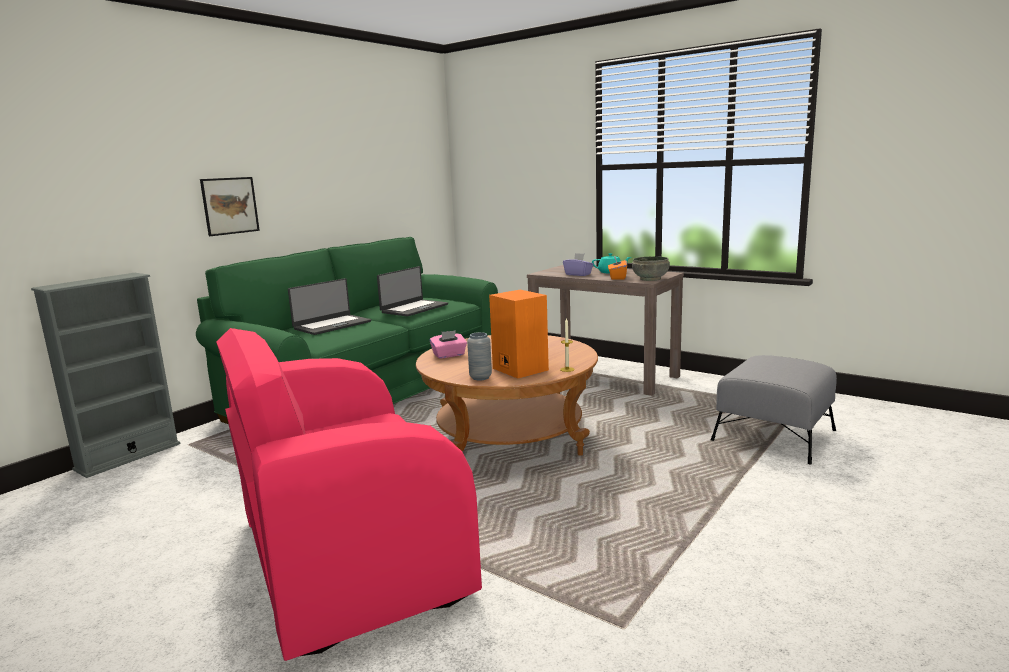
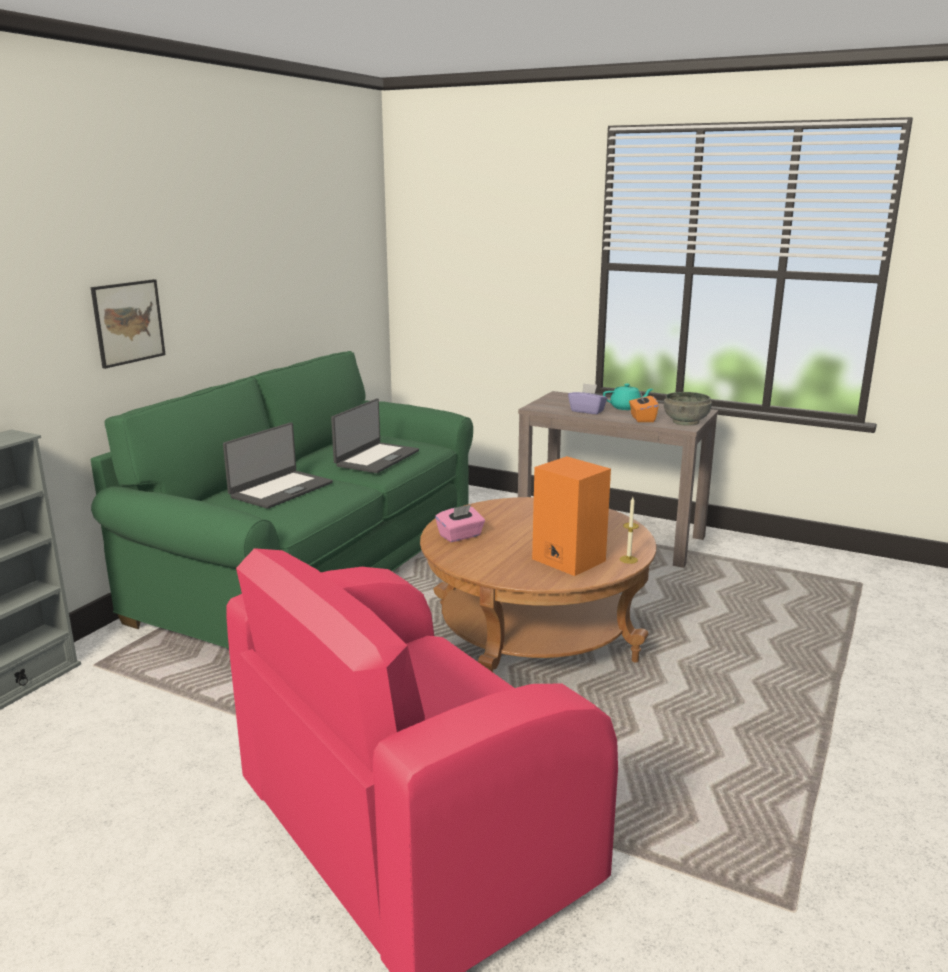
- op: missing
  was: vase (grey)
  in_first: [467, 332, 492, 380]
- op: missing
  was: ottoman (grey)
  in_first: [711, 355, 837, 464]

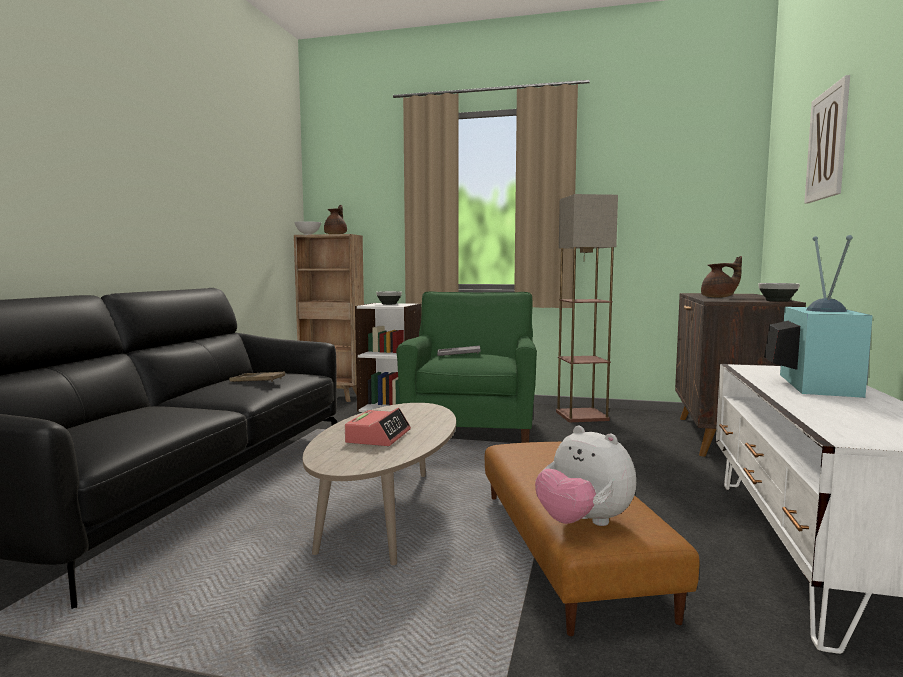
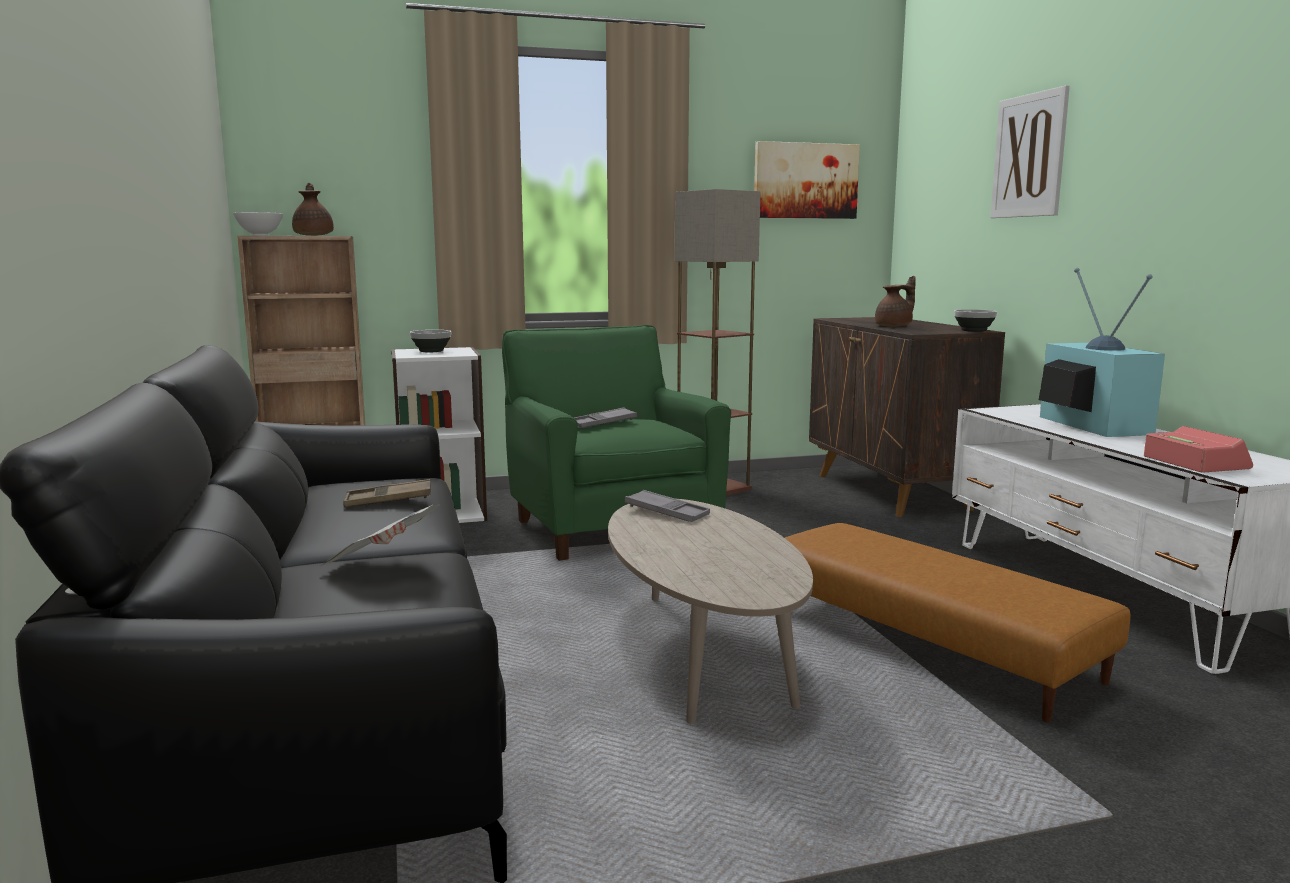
- op: missing
  was: plush toy
  in_first: [535, 425, 636, 526]
- op: appeared
  now: newspaper
  in_second: [320, 504, 440, 566]
- op: appeared
  now: tray (grey)
  in_second: [625, 490, 710, 522]
- op: appeared
  now: picture
  in_second: [754, 141, 860, 219]
- op: relocated
  was: alarm clock
  in_first: [345, 408, 411, 446]
  in_second: [1144, 426, 1253, 473]

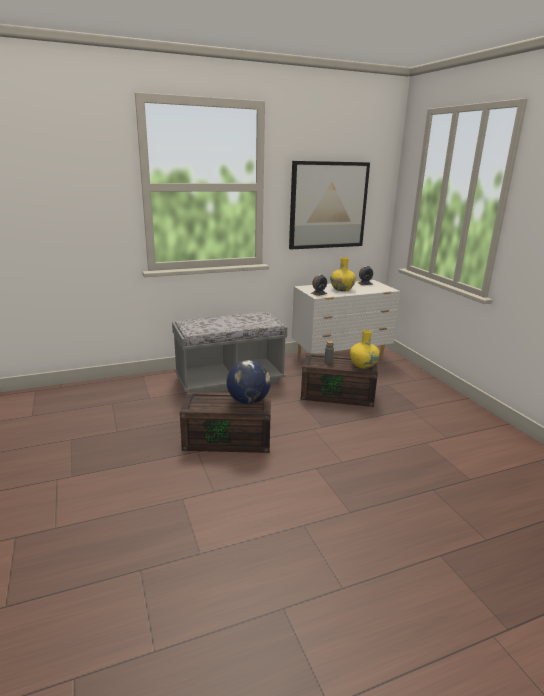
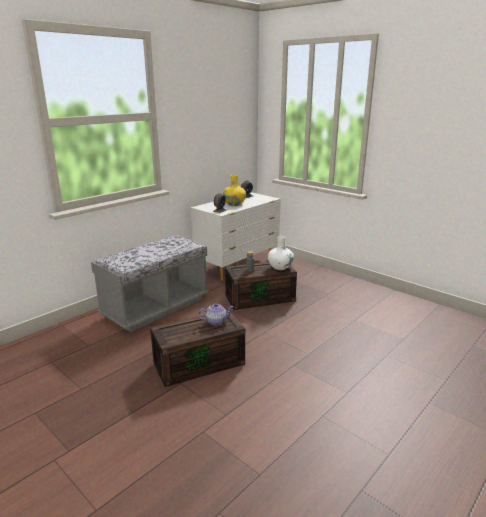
- op: missing
  was: picture
  in_first: [289, 161, 370, 249]
- op: exchanged
  was: globe
  now: teapot
  in_first: [227, 360, 271, 404]
  in_second: [198, 303, 233, 326]
- op: colour
  was: vase (yellow)
  now: vase (white)
  in_first: [350, 330, 380, 369]
  in_second: [268, 236, 294, 270]

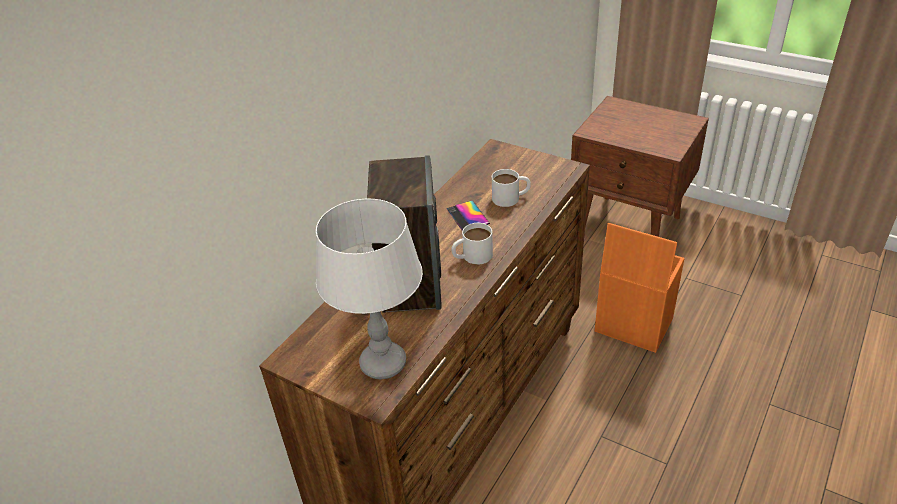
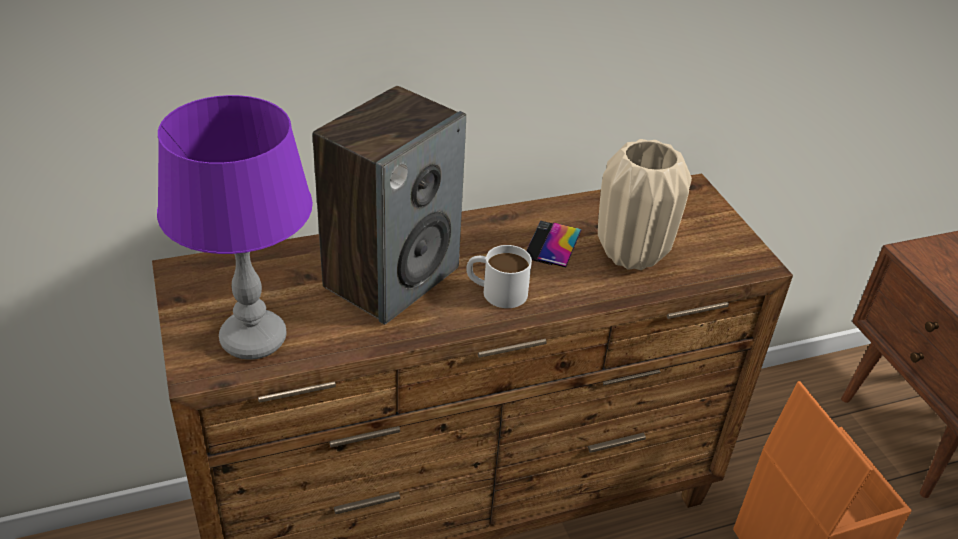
- op: exchanged
  was: mug (white)
  now: vase (beige)
  in_first: [492, 169, 531, 207]
  in_second: [598, 139, 692, 270]
- op: colour
  was: table lamp (grey)
  now: table lamp (purple)
  in_first: [316, 199, 423, 379]
  in_second: [157, 95, 313, 360]

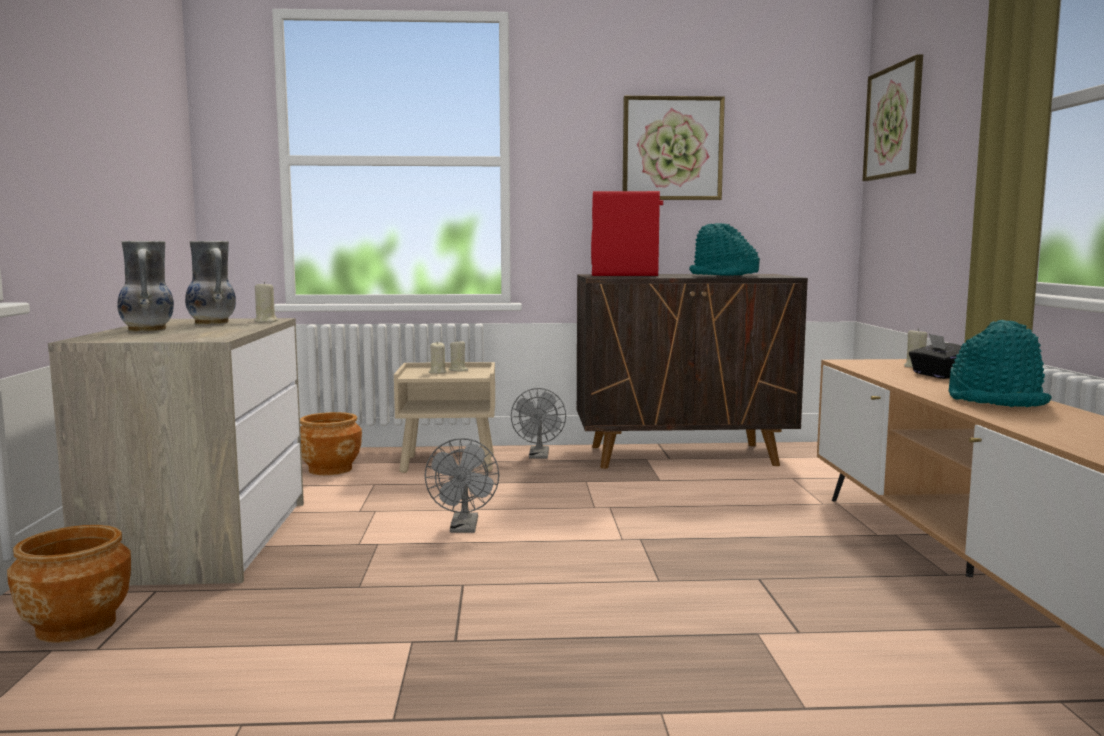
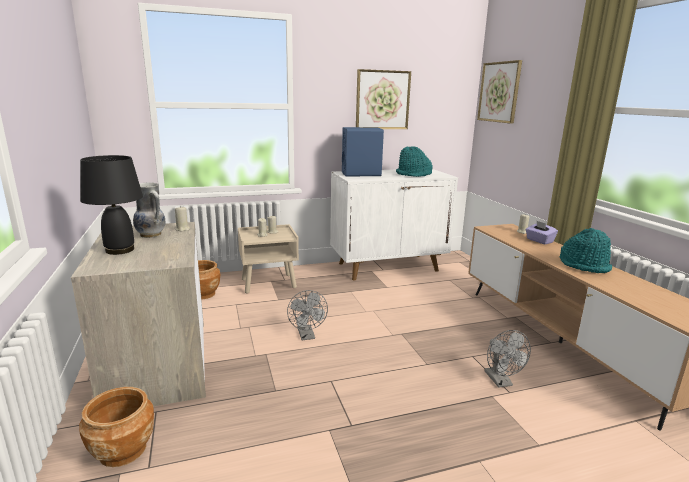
- op: relocated
  was: fan (grey)
  in_first: [511, 388, 566, 459]
  in_second: [485, 330, 531, 388]
- op: exchanged
  was: vase
  now: table lamp (black)
  in_first: [117, 241, 174, 332]
  in_second: [80, 155, 143, 255]
- op: colour
  was: cabinet (brown)
  now: cabinet (white)
  in_first: [577, 274, 808, 469]
  in_second: [330, 169, 458, 281]
- op: colour
  was: speaker (red)
  now: speaker (blue)
  in_first: [591, 191, 663, 276]
  in_second: [342, 127, 384, 177]
- op: colour
  was: tissue box (black)
  now: tissue box (purple)
  in_first: [909, 334, 961, 379]
  in_second: [525, 220, 558, 244]

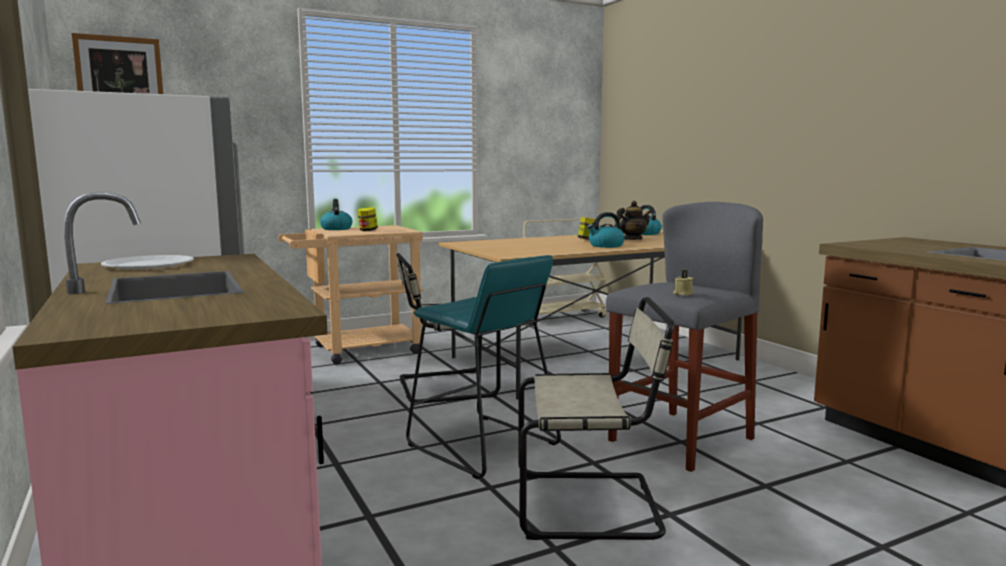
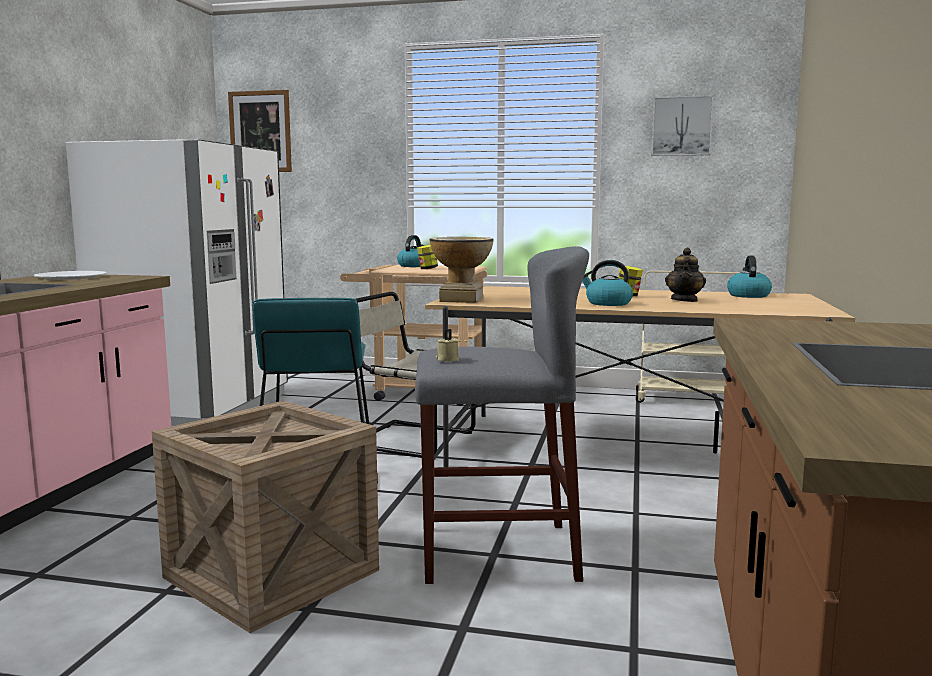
- op: appeared
  now: vase
  in_second: [430, 237, 493, 303]
- op: appeared
  now: picture
  in_second: [652, 95, 714, 156]
- op: exchanged
  was: chair (beige)
  now: crate
  in_first: [518, 297, 675, 540]
  in_second: [152, 401, 379, 633]
- op: spun
  was: teapot
  in_first: [617, 201, 651, 240]
  in_second: [665, 248, 706, 302]
  clockwise: 90

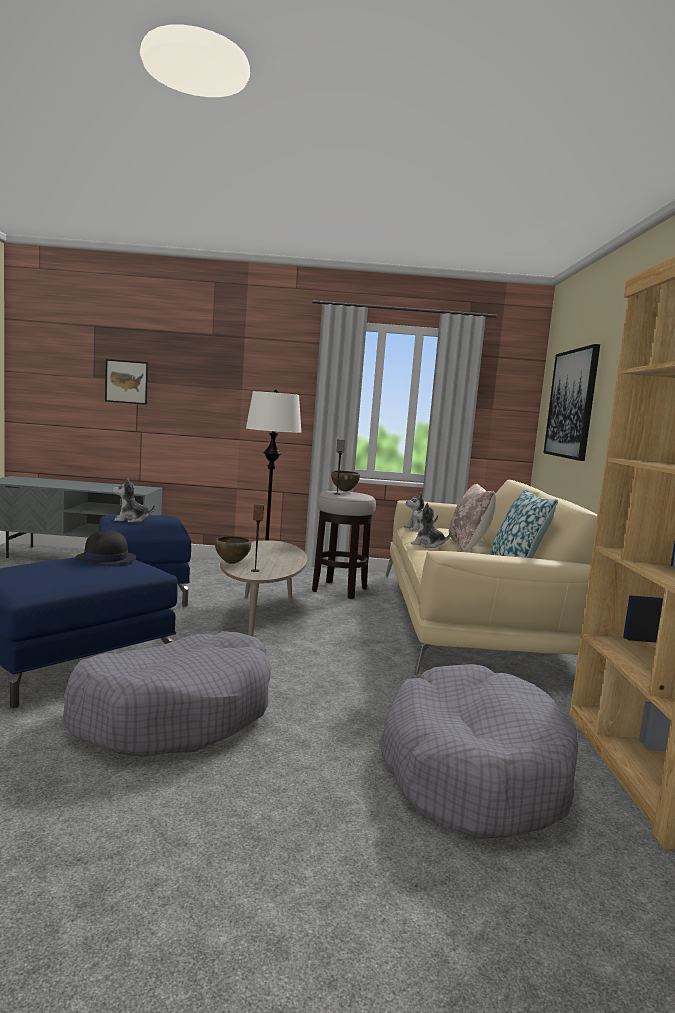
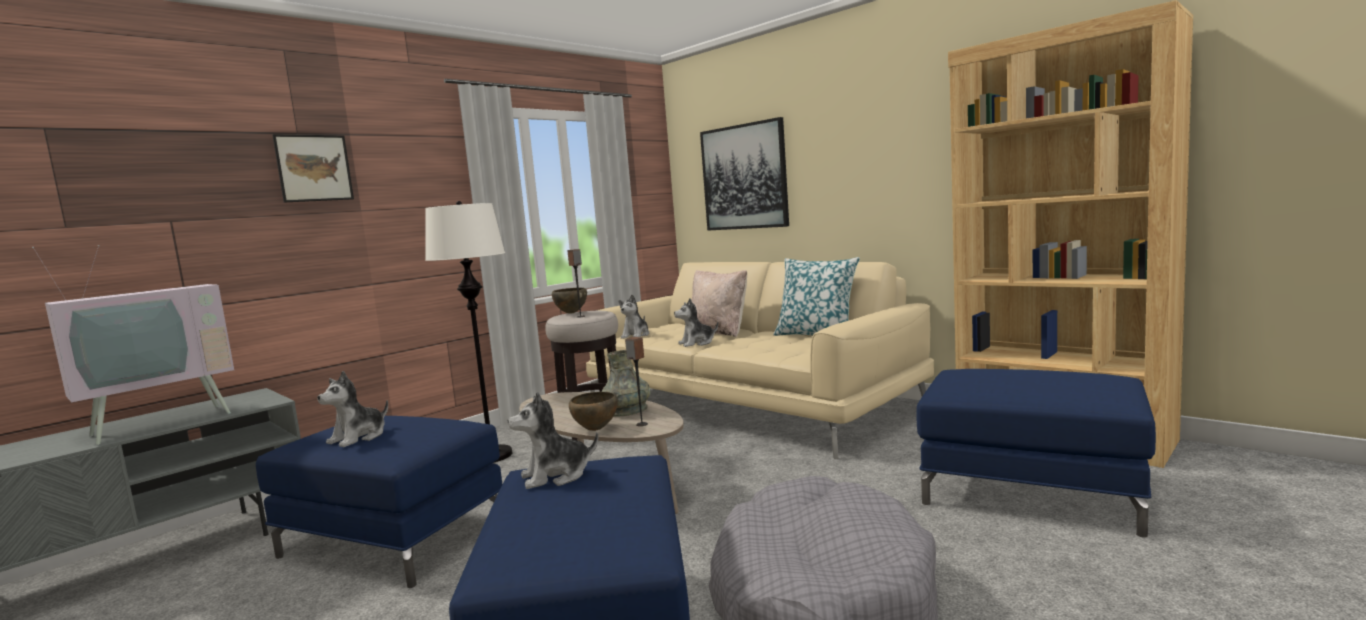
- op: appeared
  now: television
  in_second: [32, 245, 234, 445]
- op: appeared
  now: vase (grey)
  in_second: [602, 350, 650, 417]
- op: relocated
  was: picture
  in_first: [105, 359, 148, 405]
  in_second: [272, 134, 354, 203]
- op: exchanged
  was: hat (black)
  now: plush toy
  in_first: [75, 531, 136, 565]
  in_second: [507, 392, 598, 489]
- op: exchanged
  was: dog bed (grey)
  now: ottoman (blue)
  in_first: [379, 664, 578, 839]
  in_second: [916, 369, 1156, 538]

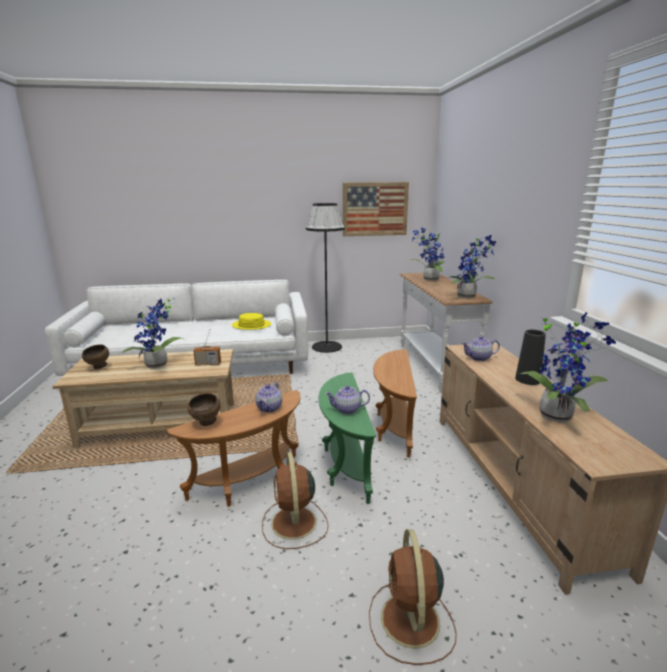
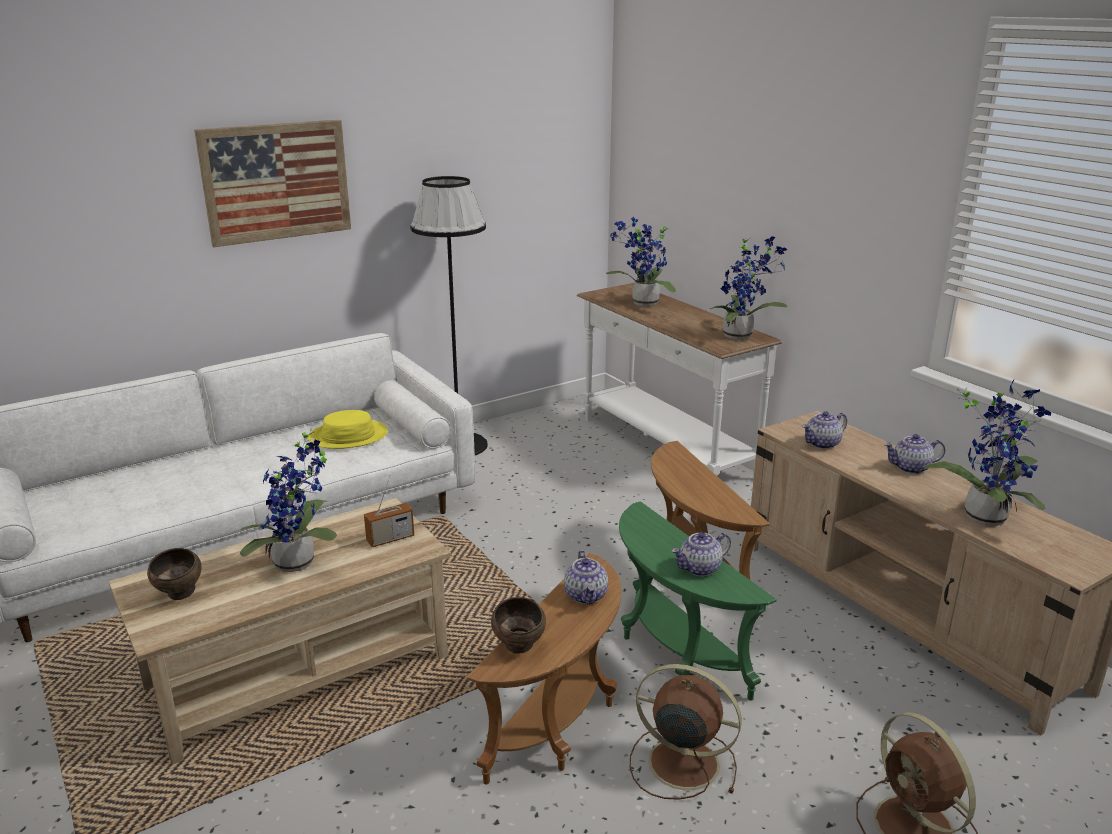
- op: relocated
  was: picture
  in_first: [343, 182, 409, 236]
  in_second: [194, 119, 351, 247]
- op: exchanged
  was: vase (black)
  now: teapot
  in_first: [515, 330, 546, 385]
  in_second: [884, 434, 946, 474]
- op: spun
  was: fan (brown)
  in_first: [262, 452, 329, 549]
  in_second: [630, 664, 742, 800]
  clockwise: 150

